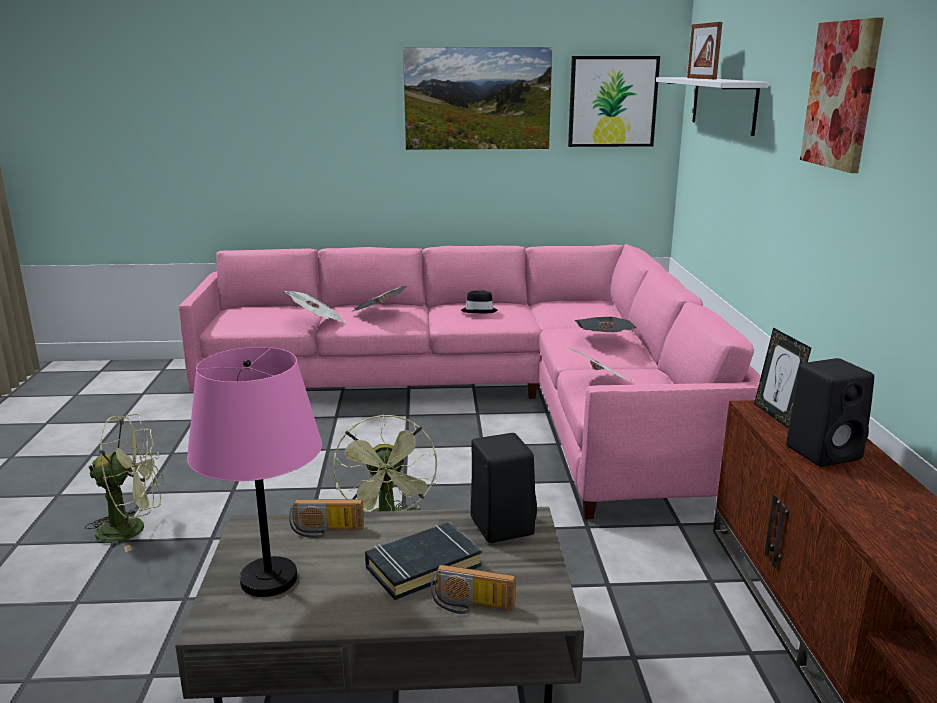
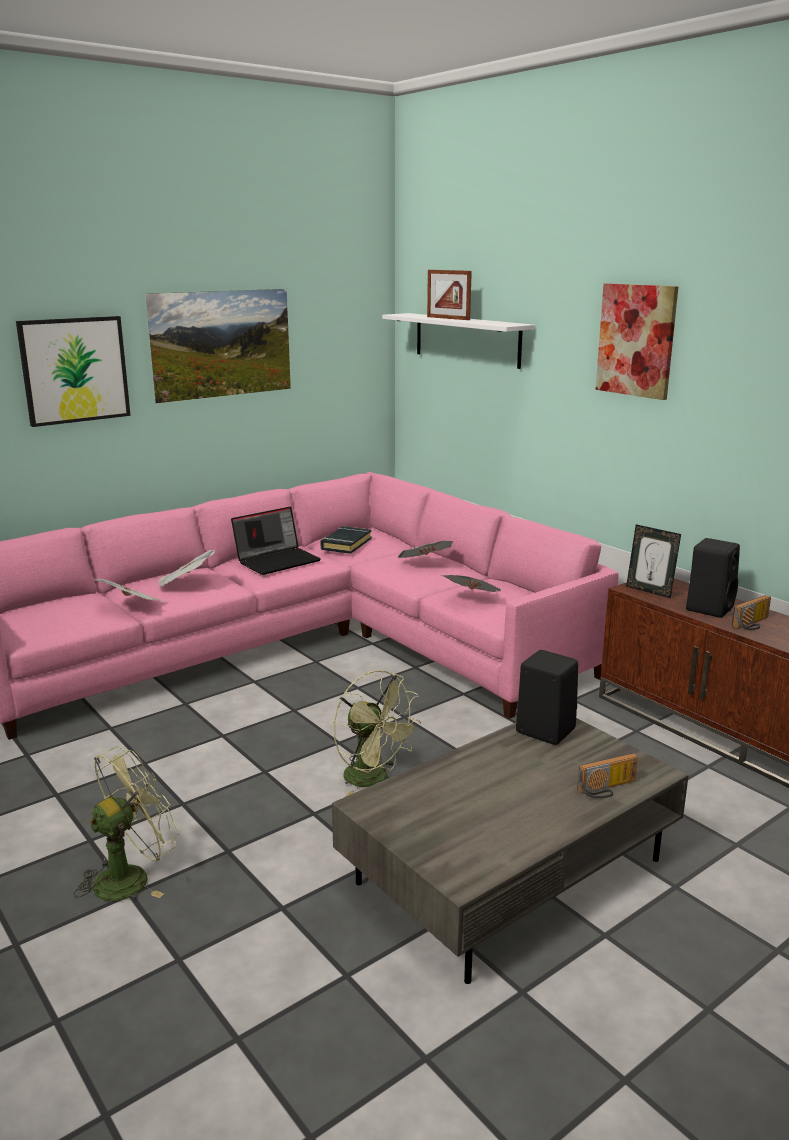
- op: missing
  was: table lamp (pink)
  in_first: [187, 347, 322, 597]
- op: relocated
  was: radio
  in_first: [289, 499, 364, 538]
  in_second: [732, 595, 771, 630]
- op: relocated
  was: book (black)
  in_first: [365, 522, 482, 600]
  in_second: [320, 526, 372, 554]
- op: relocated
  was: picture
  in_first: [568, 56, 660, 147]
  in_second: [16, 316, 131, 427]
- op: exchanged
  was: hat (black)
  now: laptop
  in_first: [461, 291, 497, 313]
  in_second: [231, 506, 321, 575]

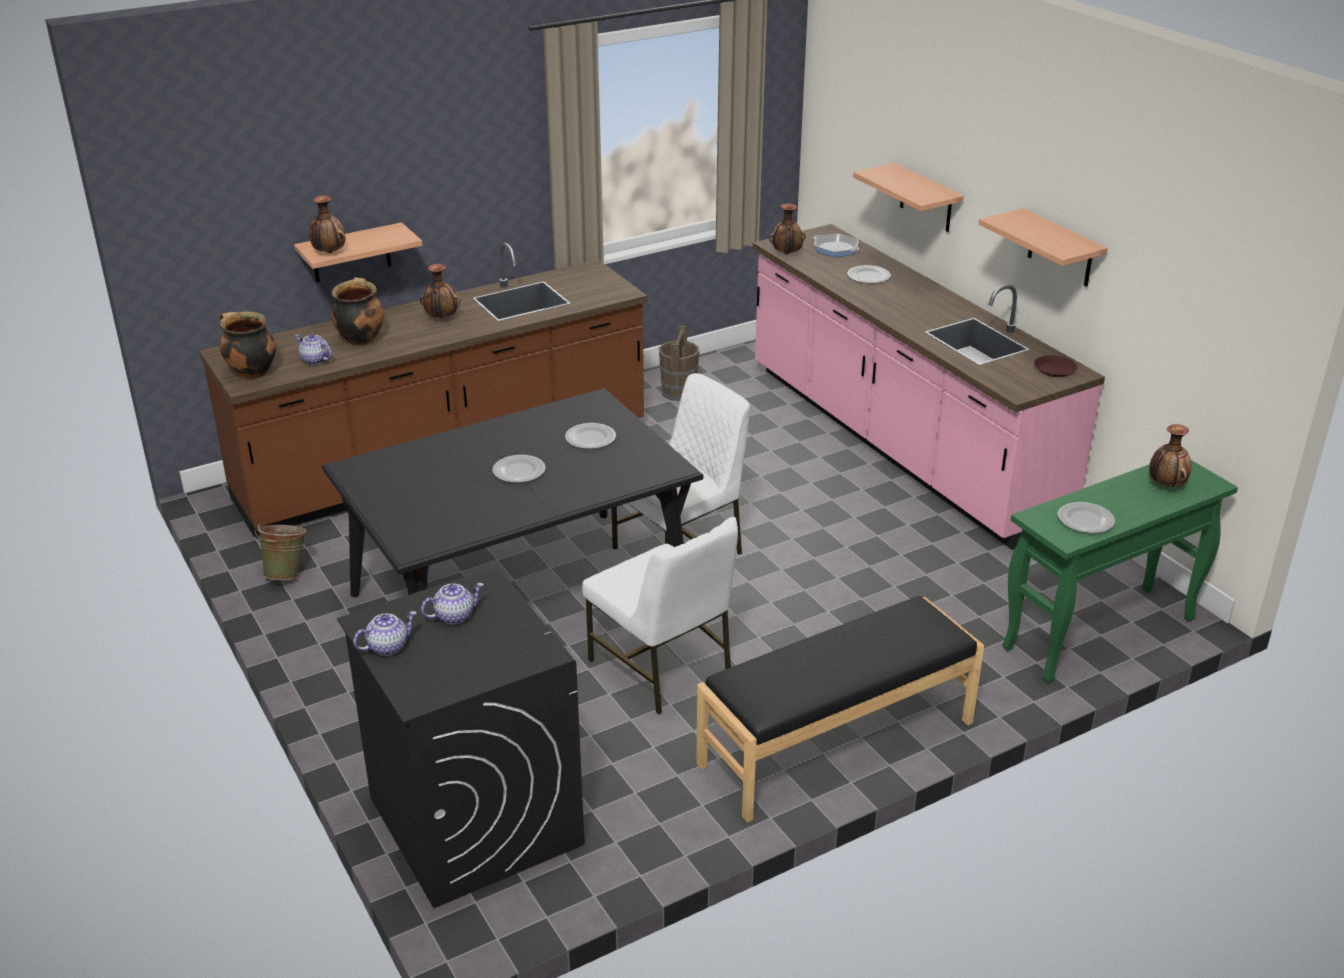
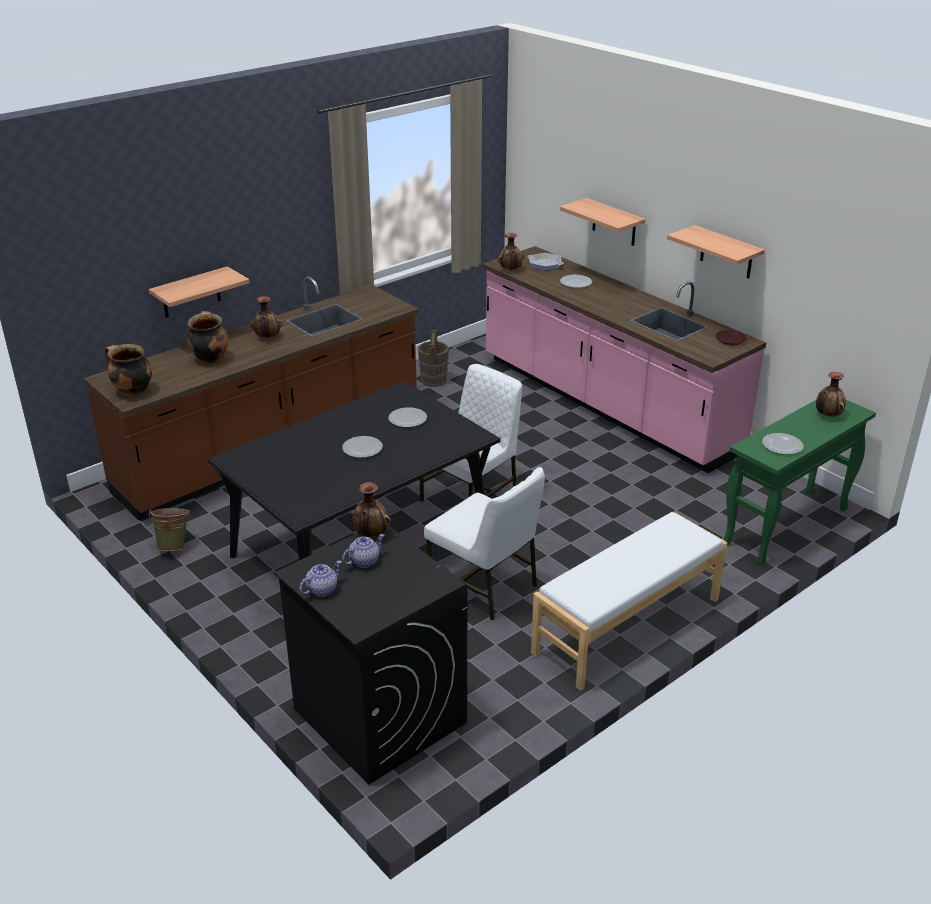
- op: missing
  was: teapot
  in_first: [295, 334, 332, 365]
- op: relocated
  was: vase
  in_first: [309, 195, 346, 253]
  in_second: [350, 482, 391, 537]
- op: colour
  was: bench (black)
  now: bench (white)
  in_first: [696, 596, 984, 822]
  in_second: [531, 512, 727, 691]

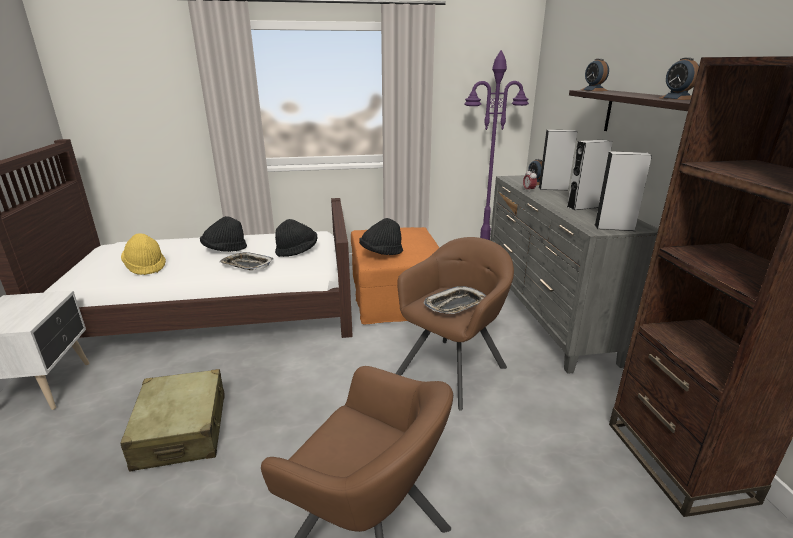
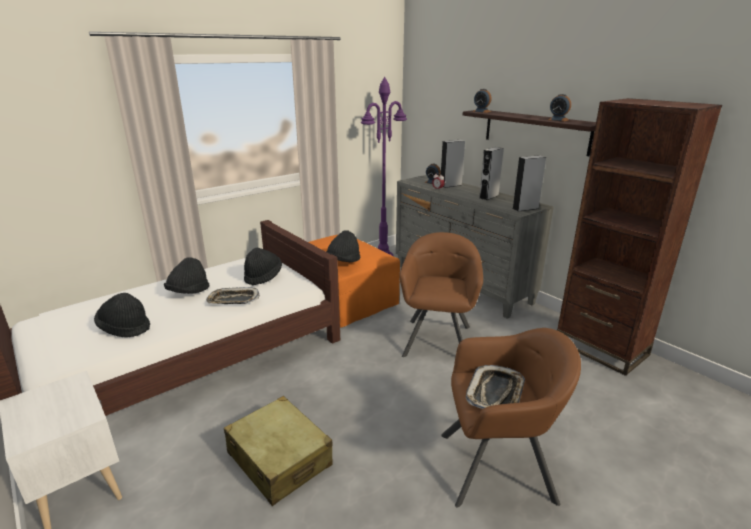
- op: relocated
  was: tray
  in_first: [423, 286, 486, 314]
  in_second: [466, 365, 525, 409]
- op: colour
  was: hat (yellow)
  now: hat (black)
  in_first: [121, 233, 166, 275]
  in_second: [94, 293, 150, 337]

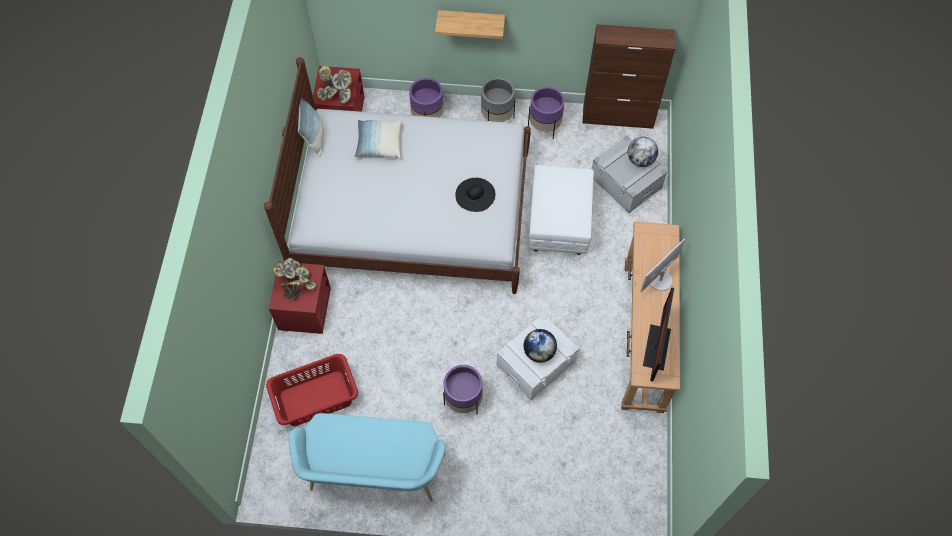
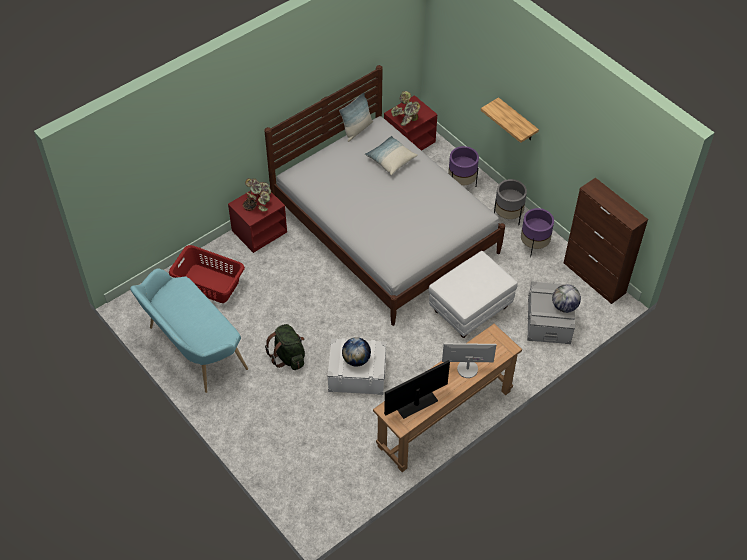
- op: missing
  was: hat (black)
  in_first: [455, 178, 495, 212]
- op: exchanged
  was: planter (purple)
  now: backpack (green)
  in_first: [443, 365, 483, 414]
  in_second: [265, 324, 305, 370]

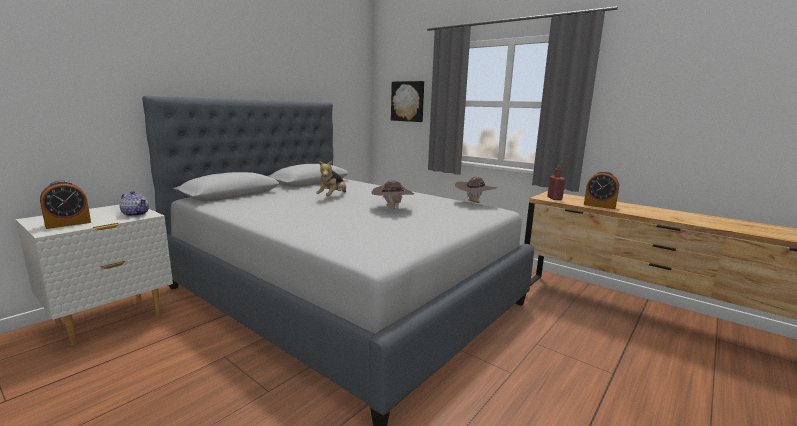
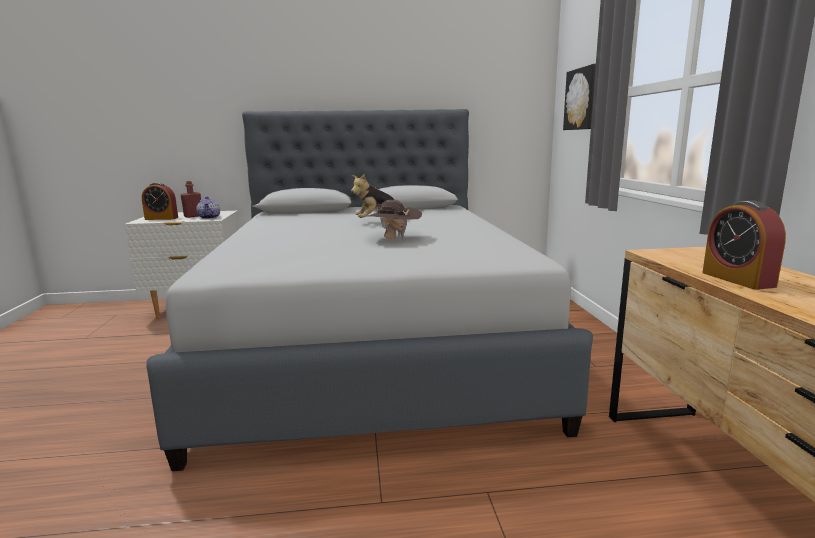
- op: missing
  was: hat (brown)
  in_first: [455, 177, 498, 203]
- op: relocated
  was: bottle (red)
  in_first: [547, 166, 565, 200]
  in_second: [181, 181, 201, 218]

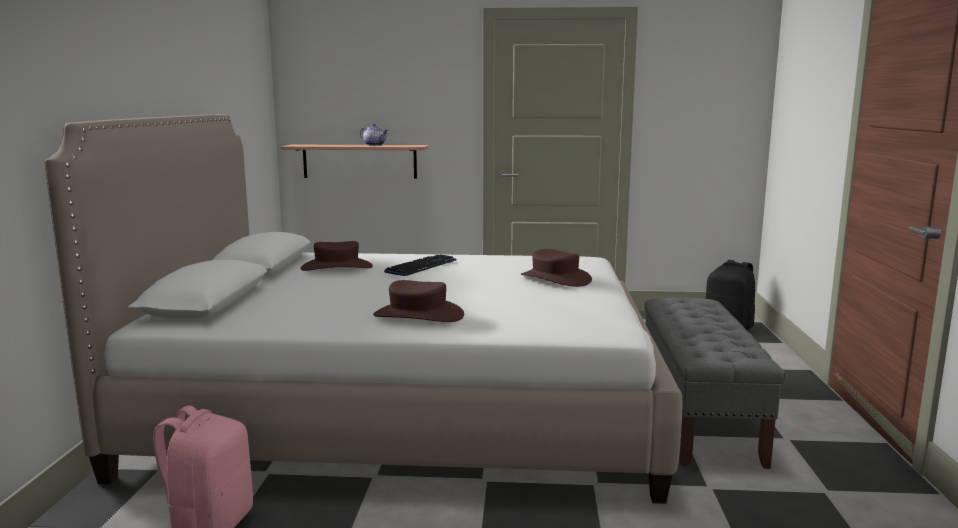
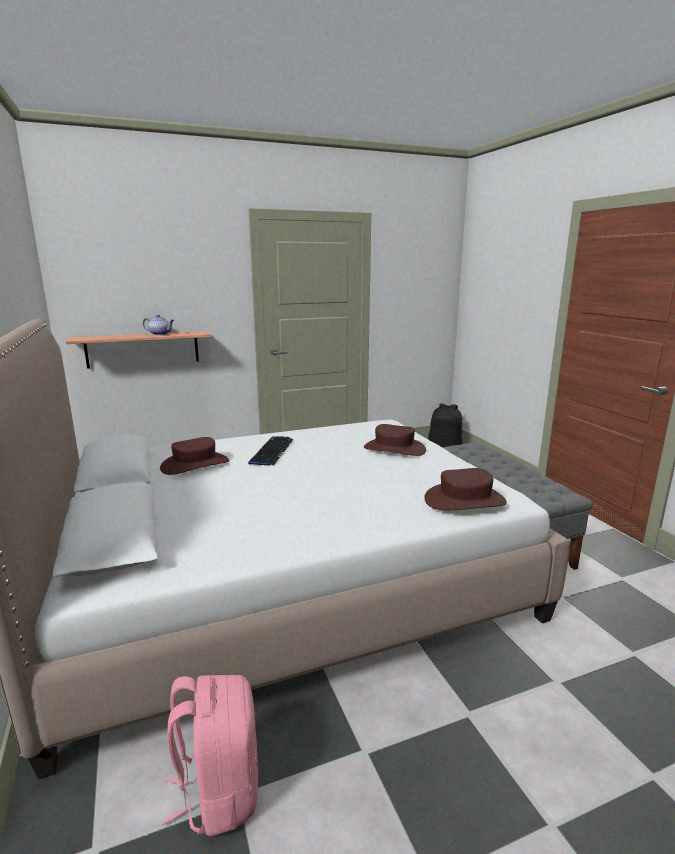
- op: relocated
  was: hat (brown)
  in_first: [373, 280, 464, 322]
  in_second: [424, 468, 507, 510]

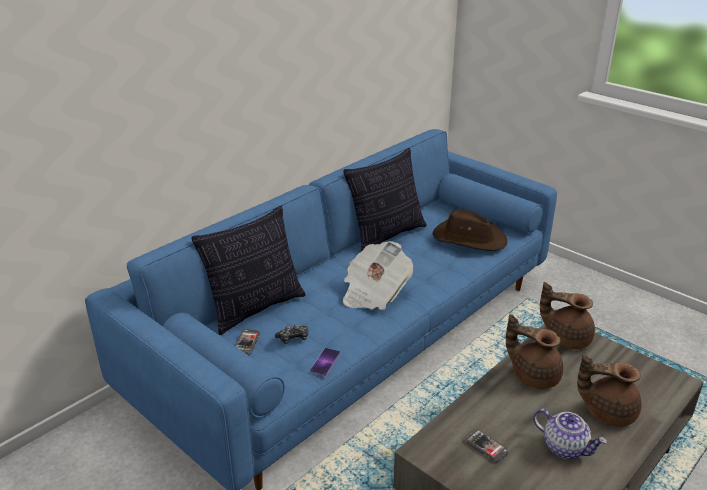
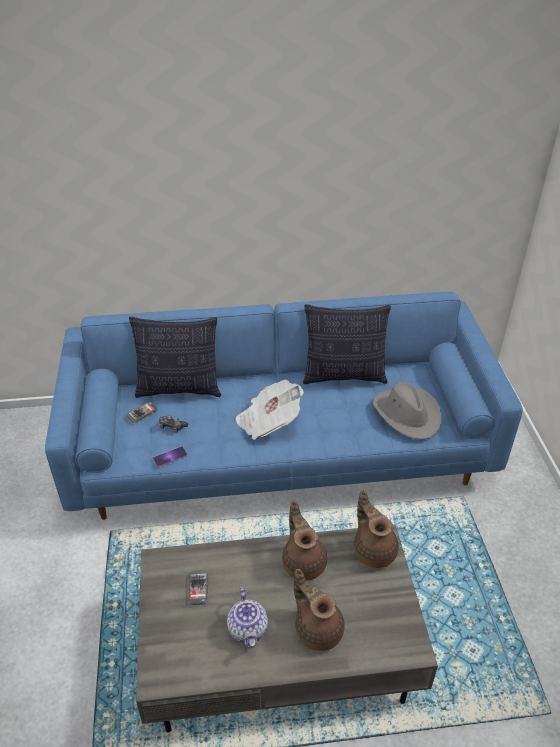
- op: colour
  was: hat (brown)
  now: hat (grey)
  in_first: [433, 209, 508, 251]
  in_second: [373, 382, 441, 439]

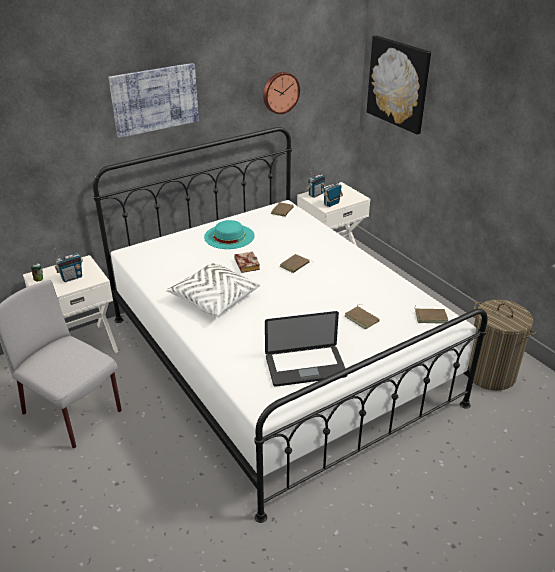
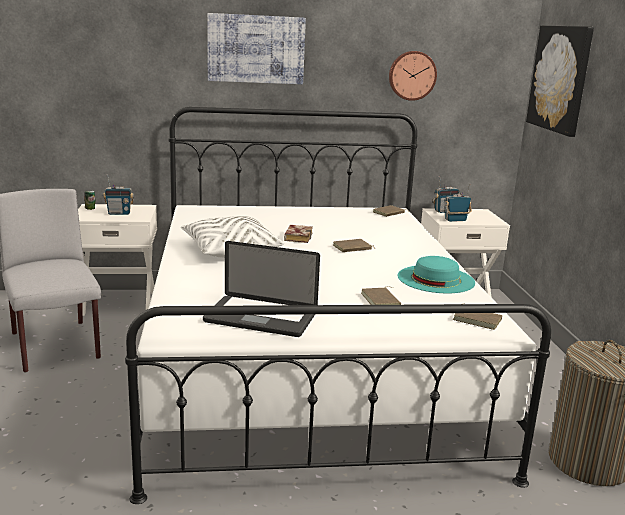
- op: relocated
  was: hat (turquoise)
  in_first: [204, 220, 255, 249]
  in_second: [398, 256, 475, 293]

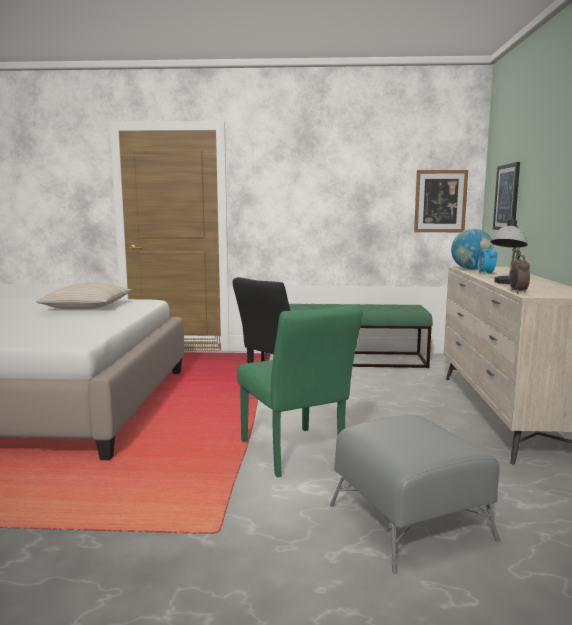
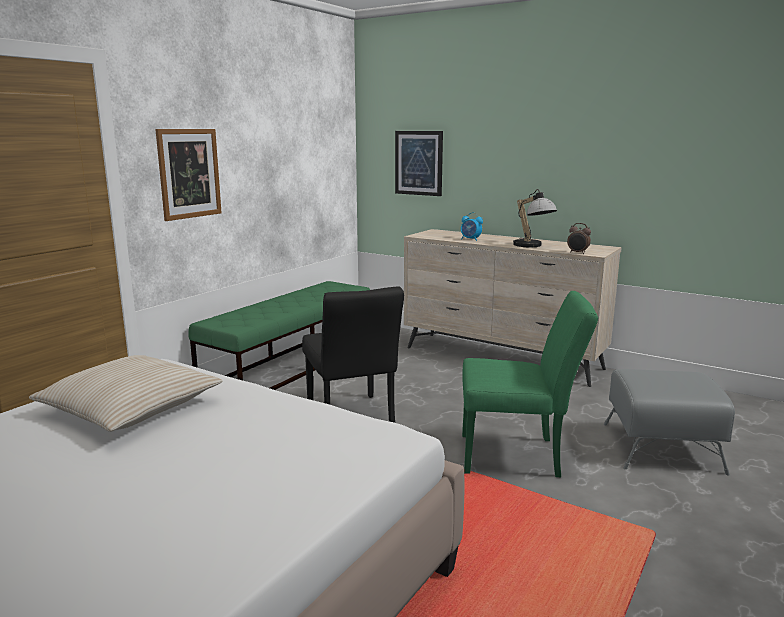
- op: missing
  was: globe
  in_first: [451, 229, 494, 270]
- op: relocated
  was: picture
  in_first: [414, 170, 468, 232]
  in_second: [155, 129, 222, 221]

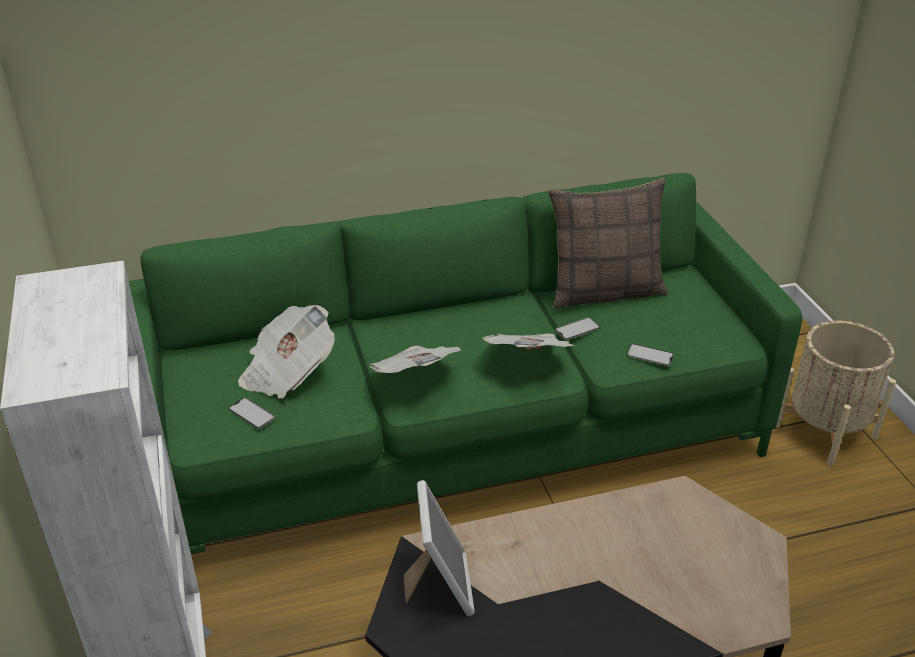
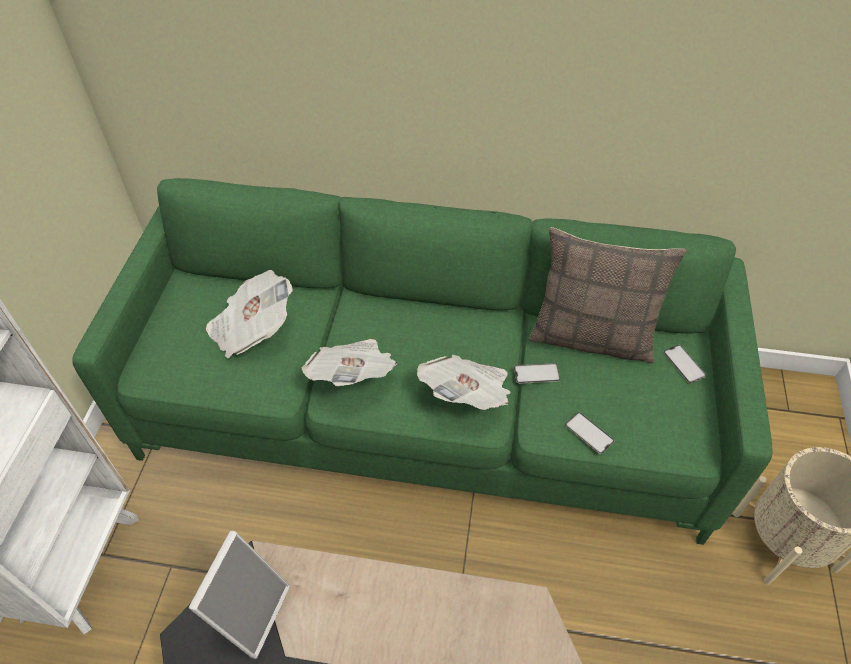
- op: relocated
  was: phone
  in_first: [228, 397, 276, 429]
  in_second: [663, 345, 706, 383]

